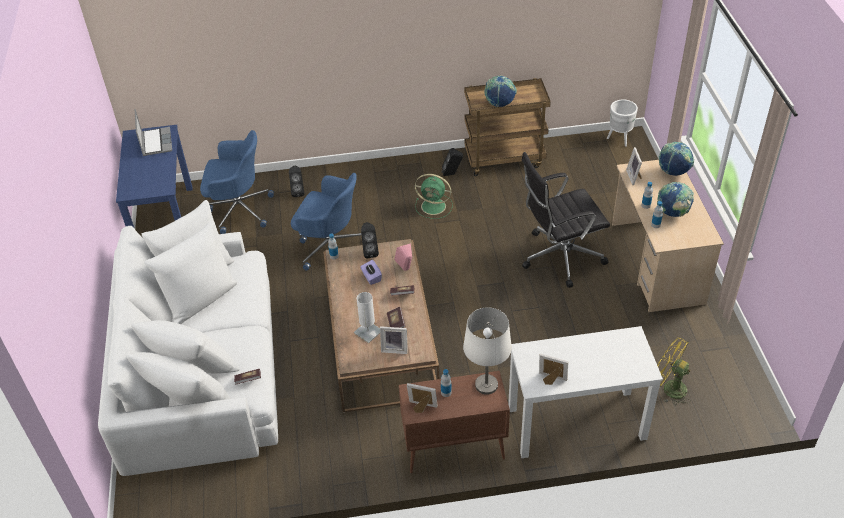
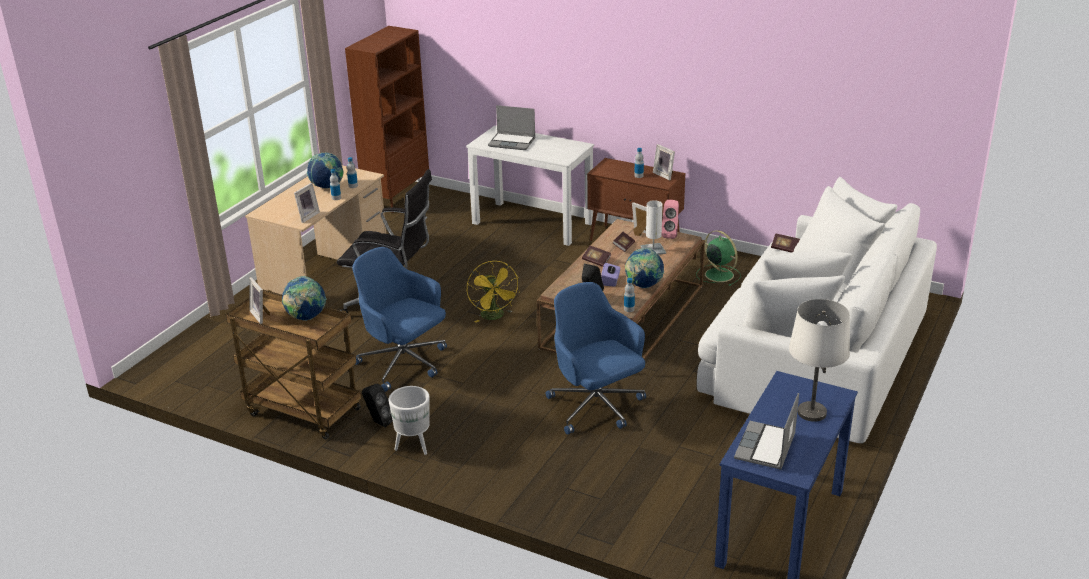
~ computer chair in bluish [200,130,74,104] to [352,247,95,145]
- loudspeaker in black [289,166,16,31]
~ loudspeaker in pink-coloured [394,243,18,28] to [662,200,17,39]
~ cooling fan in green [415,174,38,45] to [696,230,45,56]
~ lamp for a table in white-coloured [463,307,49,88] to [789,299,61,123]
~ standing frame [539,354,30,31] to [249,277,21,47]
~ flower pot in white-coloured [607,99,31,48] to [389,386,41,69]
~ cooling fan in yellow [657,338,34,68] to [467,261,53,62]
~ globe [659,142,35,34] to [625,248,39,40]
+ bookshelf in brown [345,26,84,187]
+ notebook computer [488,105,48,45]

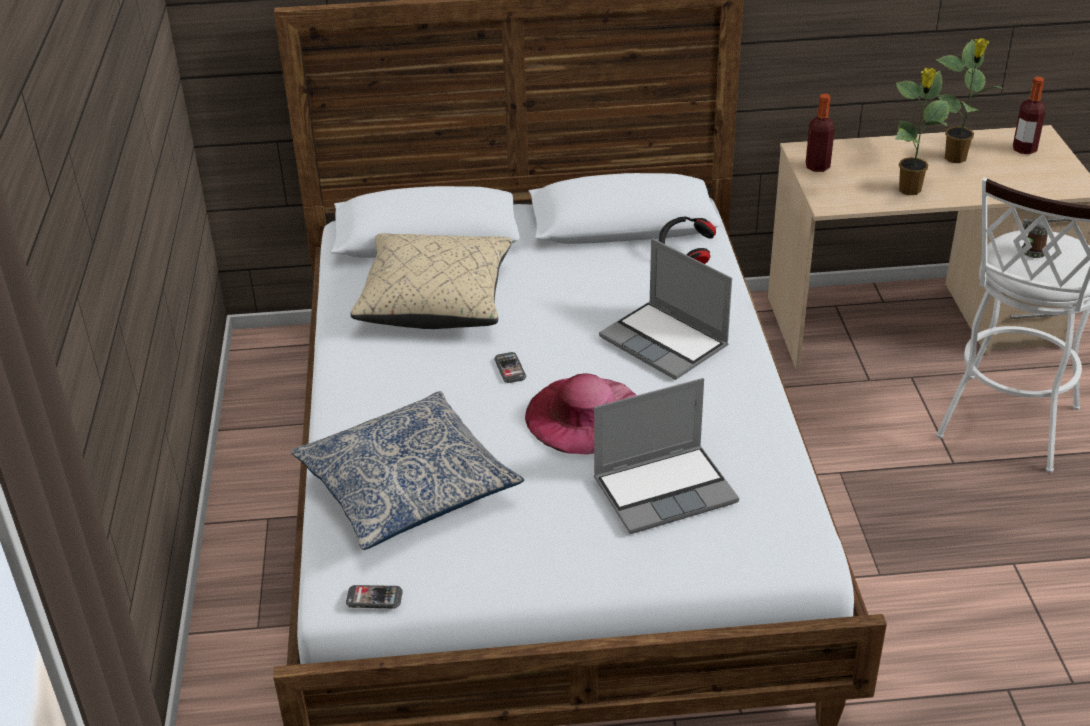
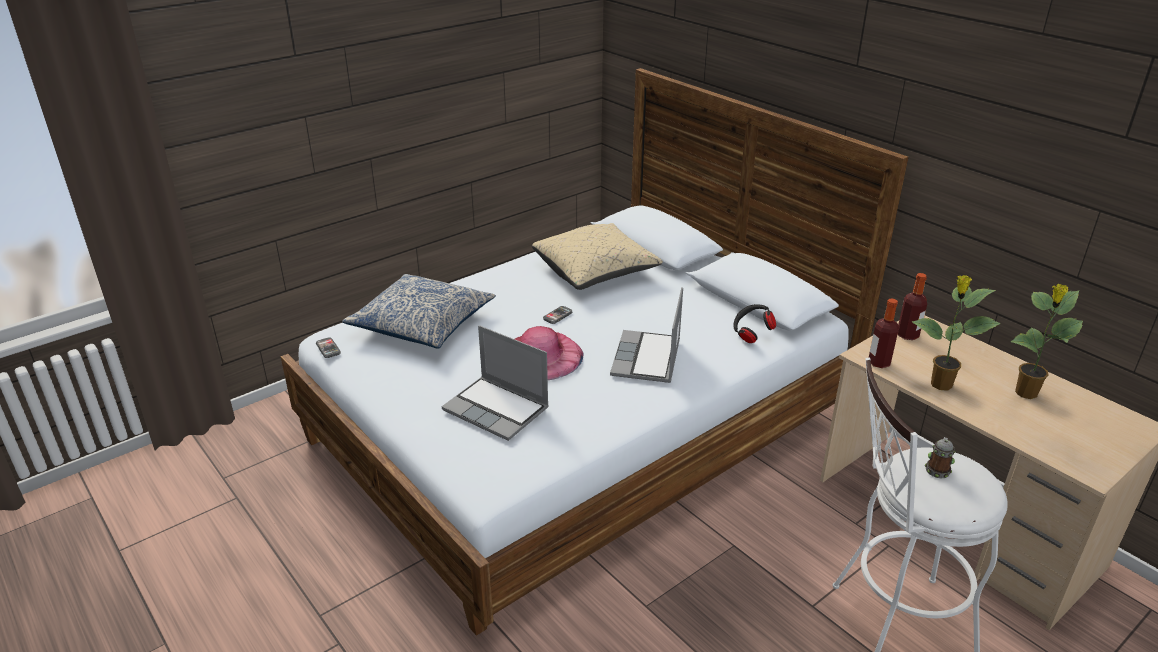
~ beverage bottle [1013,77,32,77] to [869,298,30,70]

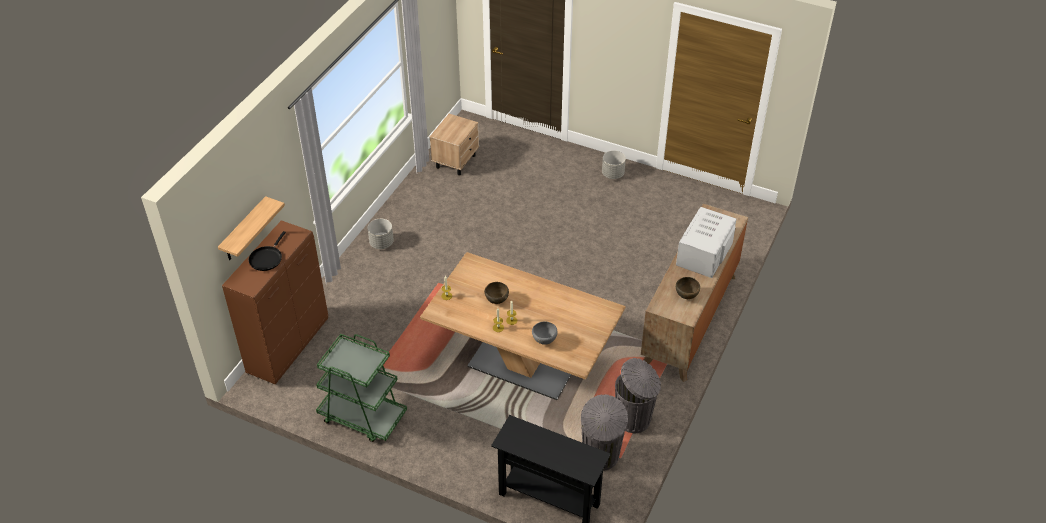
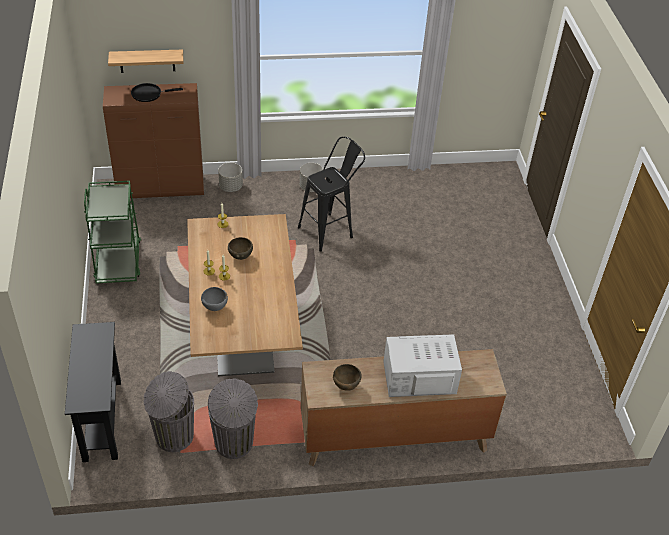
- bedside table in beige-coloured [430,114,49,62]
~ flower pot in greyish [602,150,24,29] to [218,162,25,30]
+ sitting stool in black [298,136,67,116]

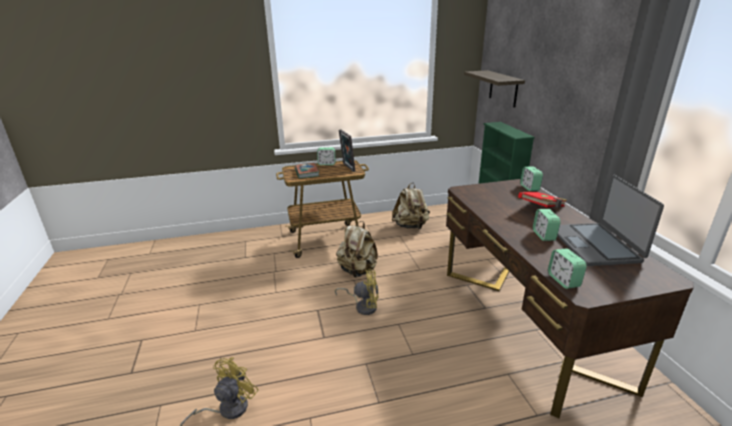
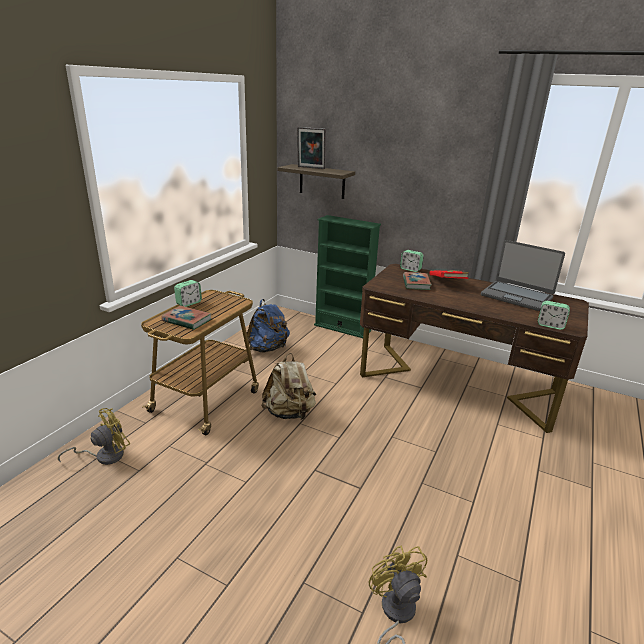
~ cooling fan in yellow [335,269,43,46] to [58,408,72,57]
~ standing frame [339,129,16,43] to [297,127,29,42]
~ rucksack in beige-coloured [391,183,39,46] to rucksack in bluish [244,299,46,54]
- alarm clock [533,209,28,32]
+ bound book [403,272,29,18]

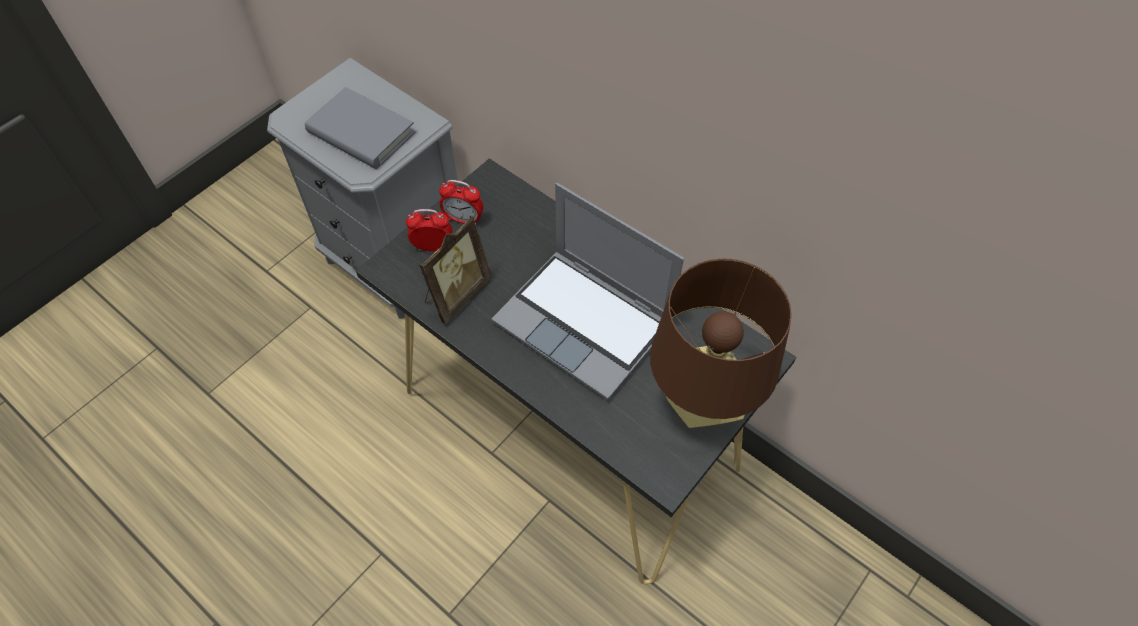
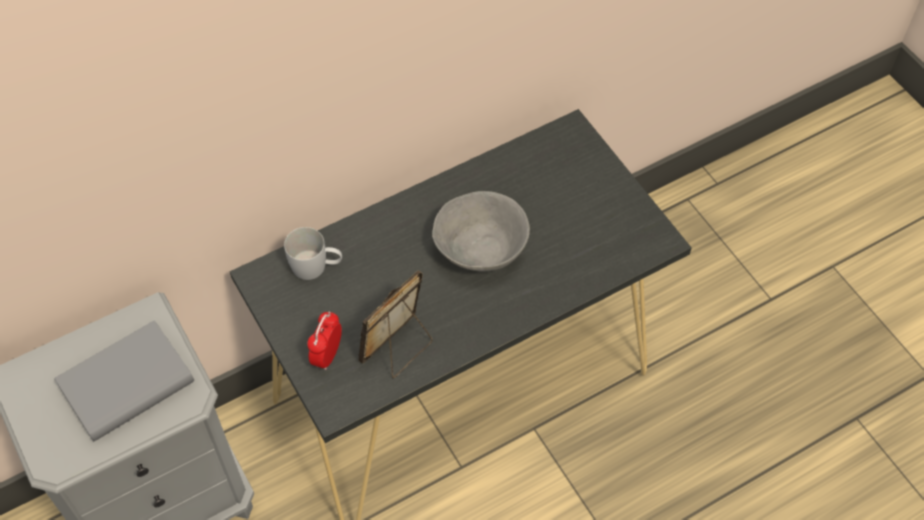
~ standing frame [419,216,73,109] = [359,270,73,108] 105 degrees counterclockwise
- alarm clock [439,180,44,45]
~ notebook computer [491,183,193,218] to serving bowl in greyish [432,191,98,81]
- lamp for a table in brown [650,258,142,170]
+ coffee mug in white-coloured [284,227,58,53]

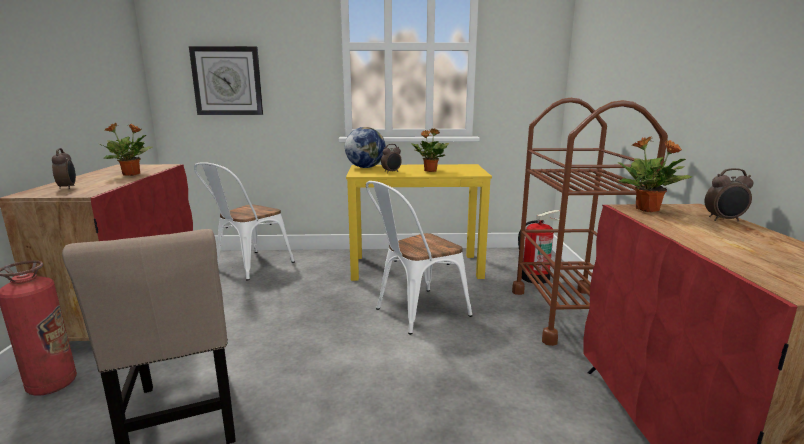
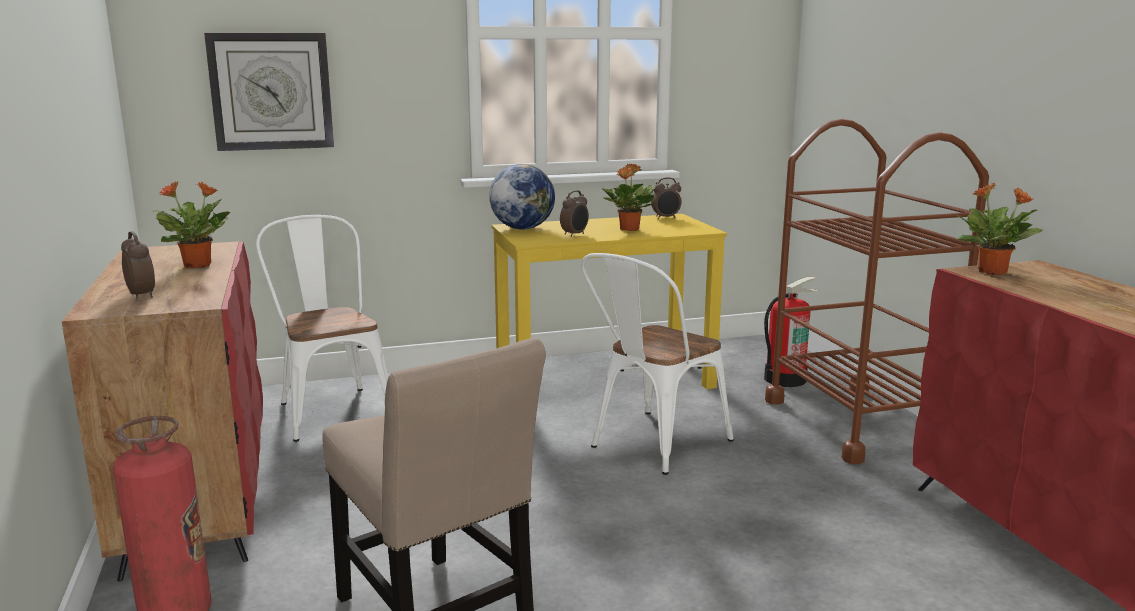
~ upright chair in white-coloured [194,162,101,119] = [256,215,132,227] 135 degrees clockwise
~ alarm clock [705,168,49,53] to [651,177,30,42]

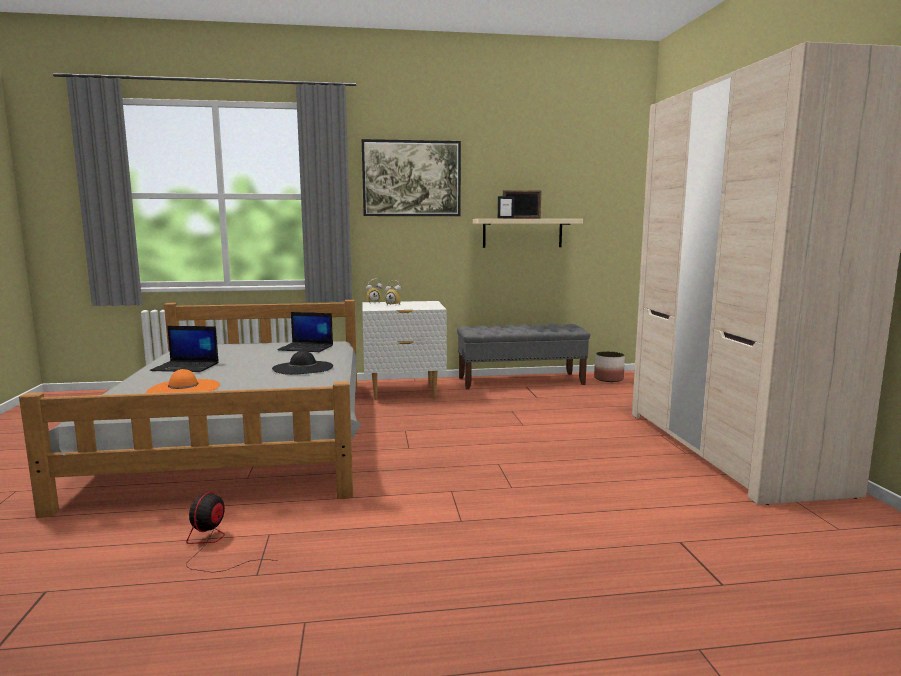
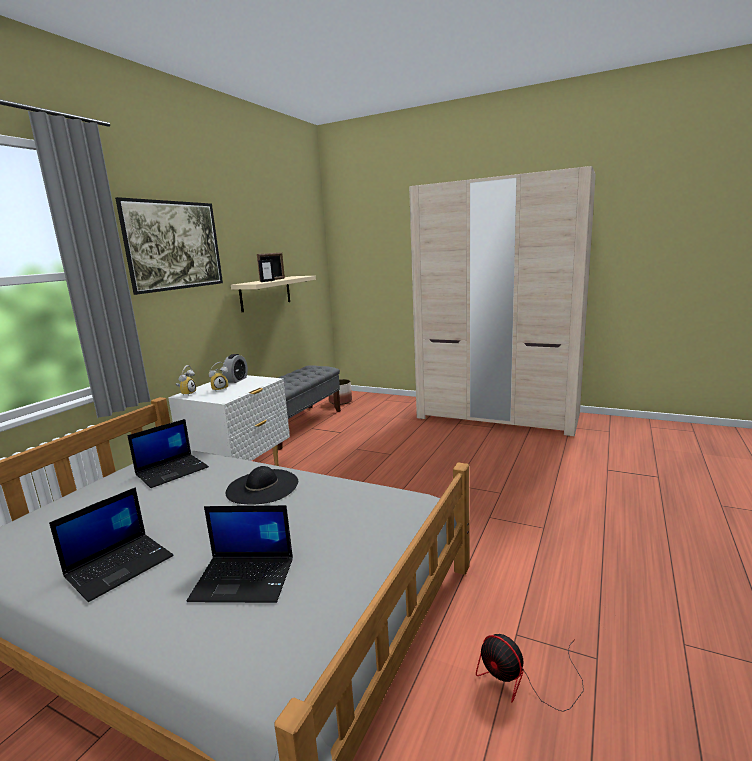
~ hat in orange [146,369,74,24] to notebook computer [187,505,106,98]
+ alarm clock [223,354,25,29]

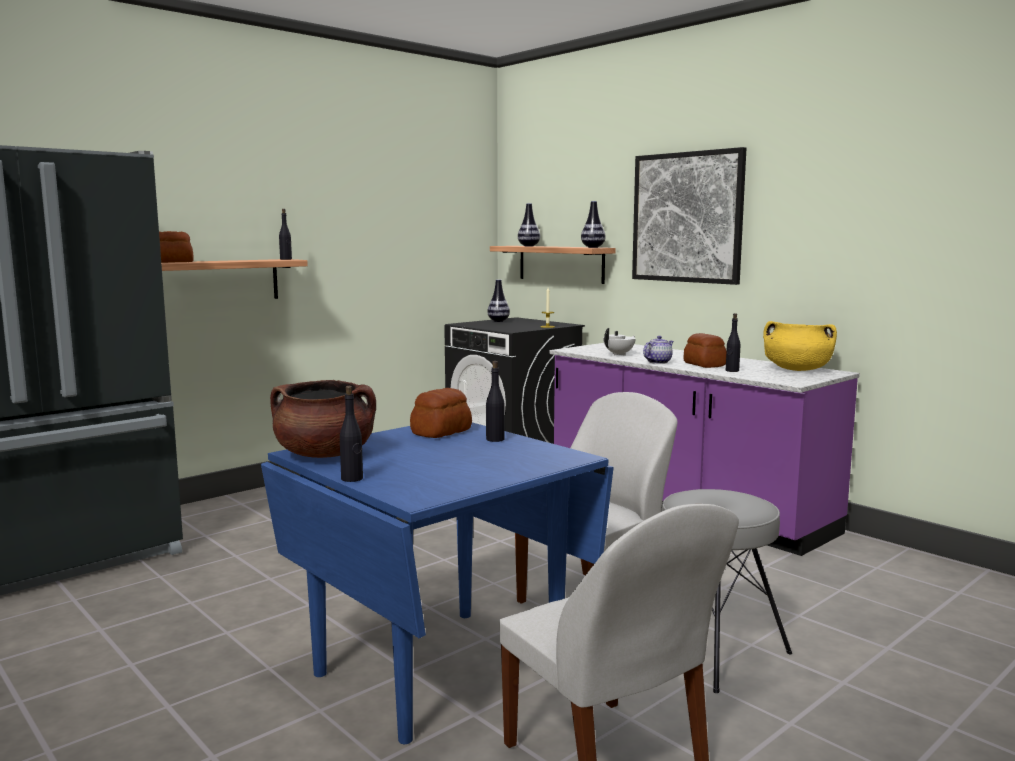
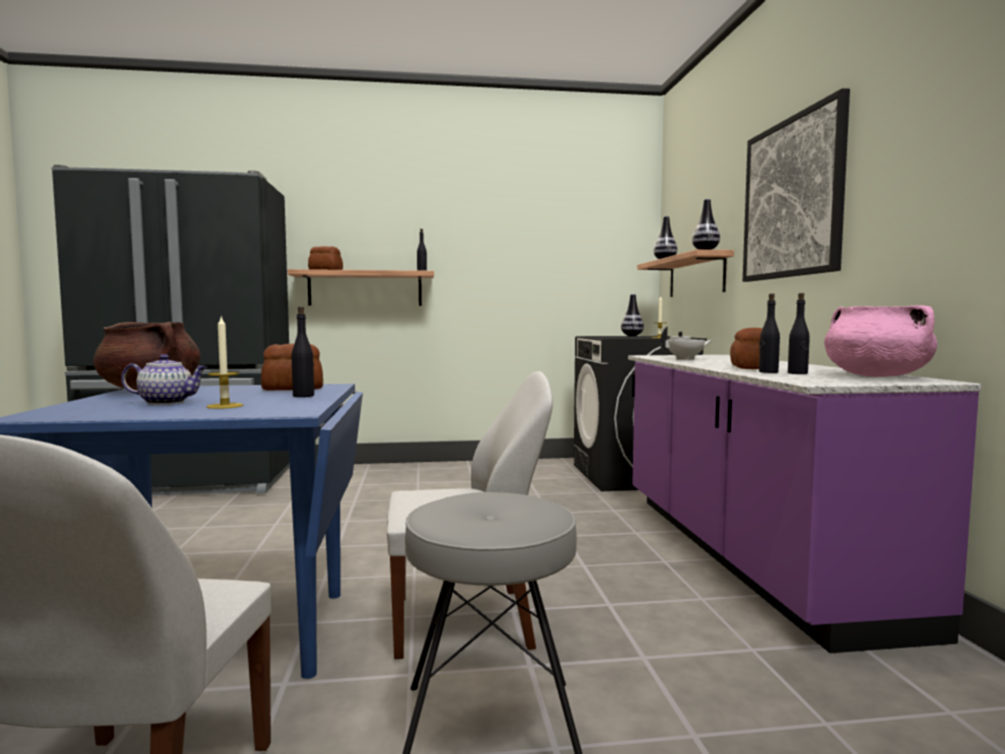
~ beverage bottle in black [340,386,23,96] to [788,293,22,81]
~ tea pot [643,336,31,28] to [121,354,86,51]
~ stockpot in yellow [763,321,74,50] to stockpot in pink-coloured [824,305,113,72]
+ wax light [207,317,36,92]

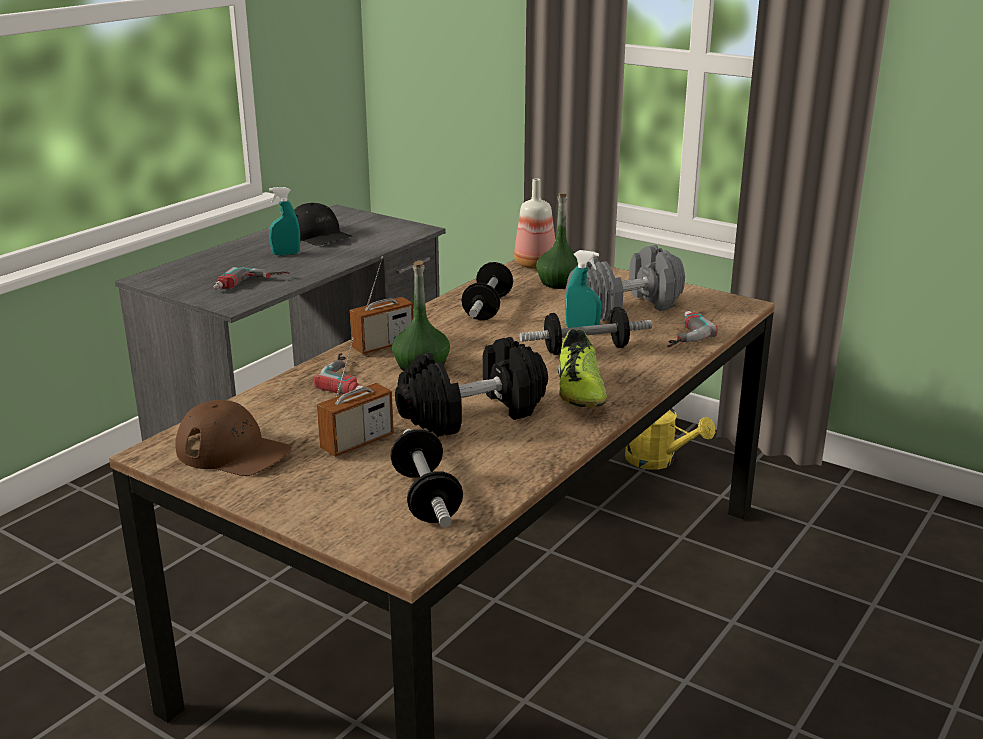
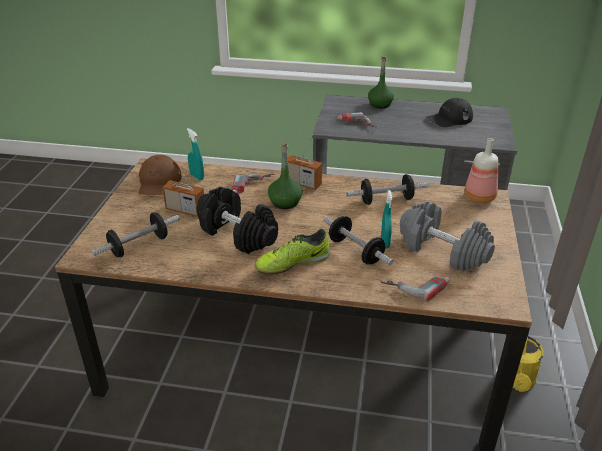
~ sprayer in turquoise-coloured [269,187,31,68] to [187,128,17,52]
~ peaked cap in black [294,203,59,43] = [426,98,47,29] 45 degrees clockwise
~ beverage bottle in green [536,193,42,96] to [368,56,26,52]

